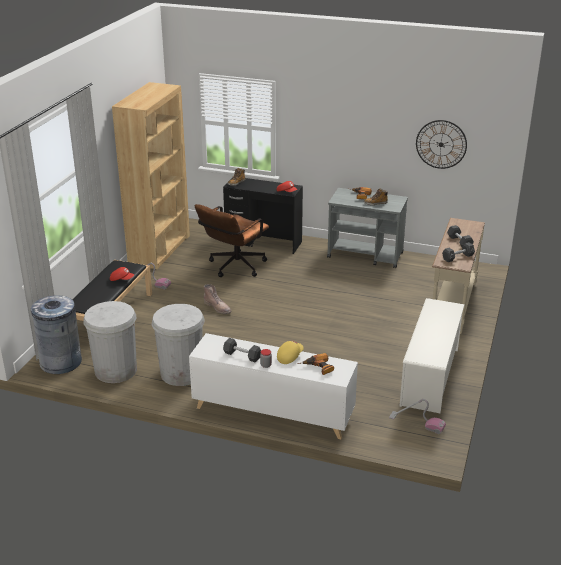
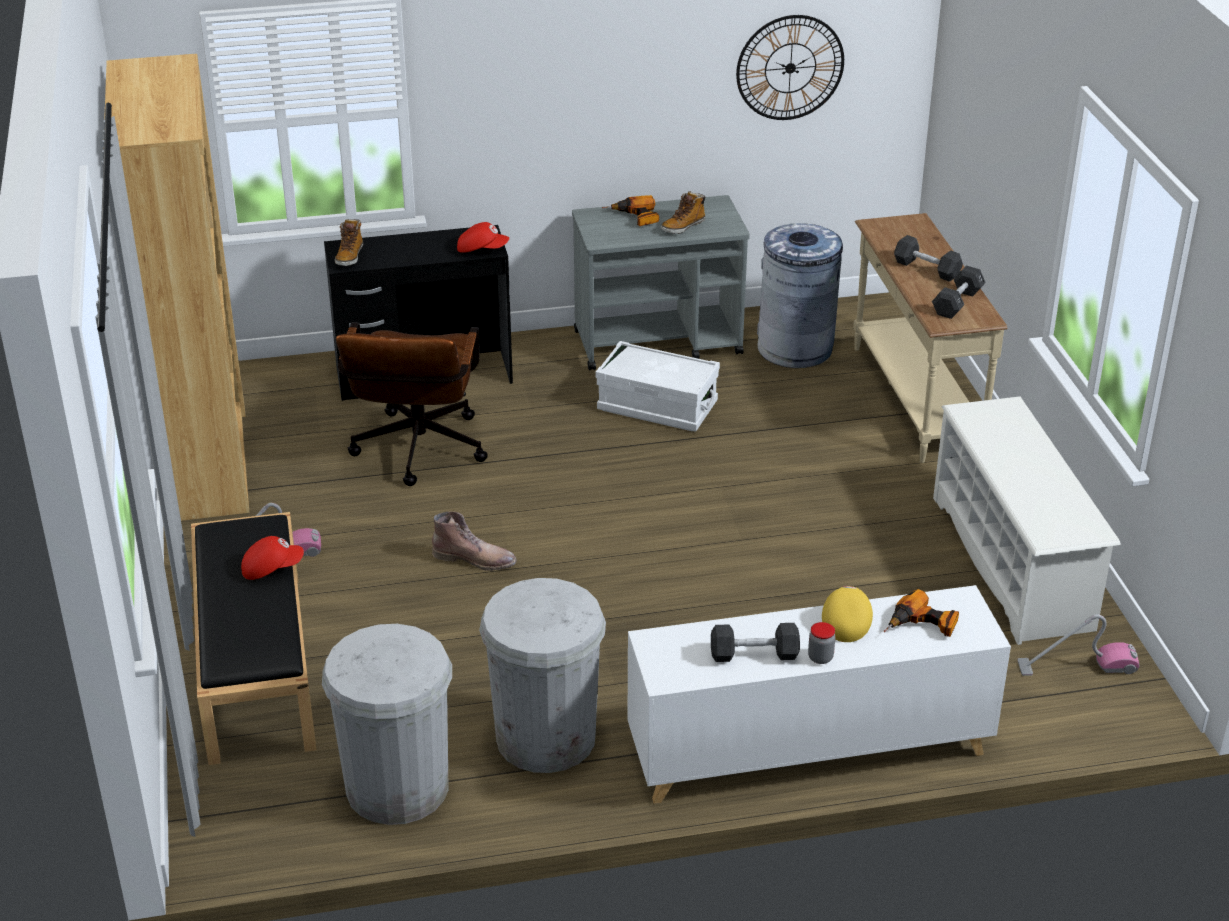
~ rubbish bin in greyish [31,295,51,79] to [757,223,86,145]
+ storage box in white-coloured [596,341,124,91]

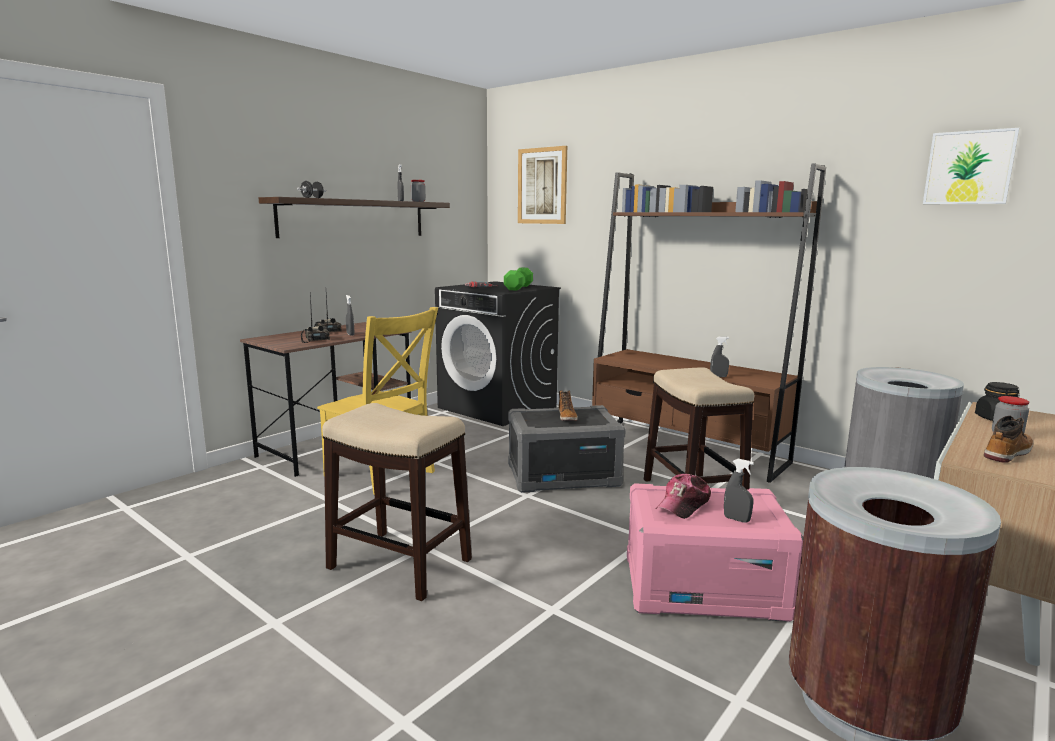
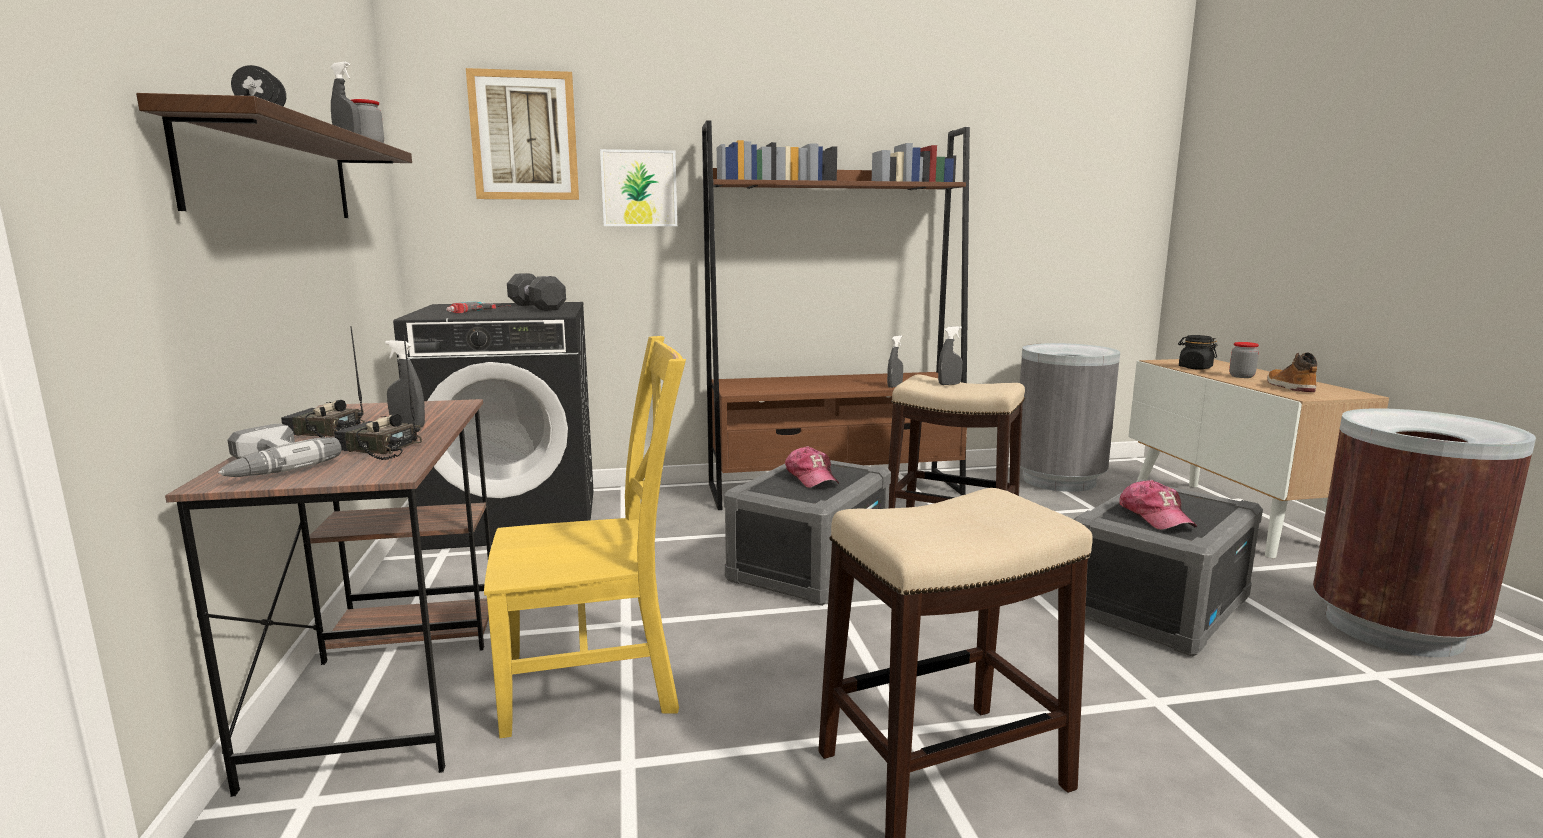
~ hand weight in green [504,268,29,22] to hand weight in black [507,273,59,38]
~ tall boot [559,390,19,31] to peaked cap [785,446,54,42]
~ storage box in pink-coloured [627,483,177,139] to storage box in greyish [1074,479,189,178]
~ sprayer in greyish [724,459,30,64] to [938,326,25,59]
~ wall art [923,128,96,76] to [600,149,77,77]
+ electric drill [218,423,124,54]

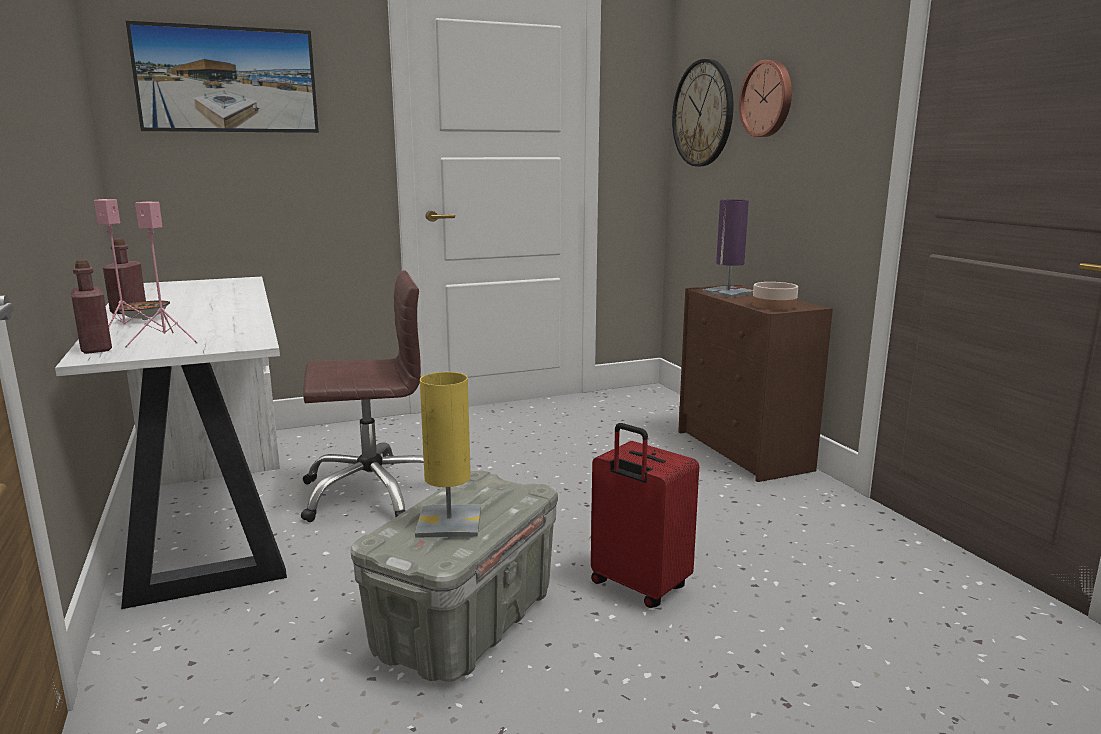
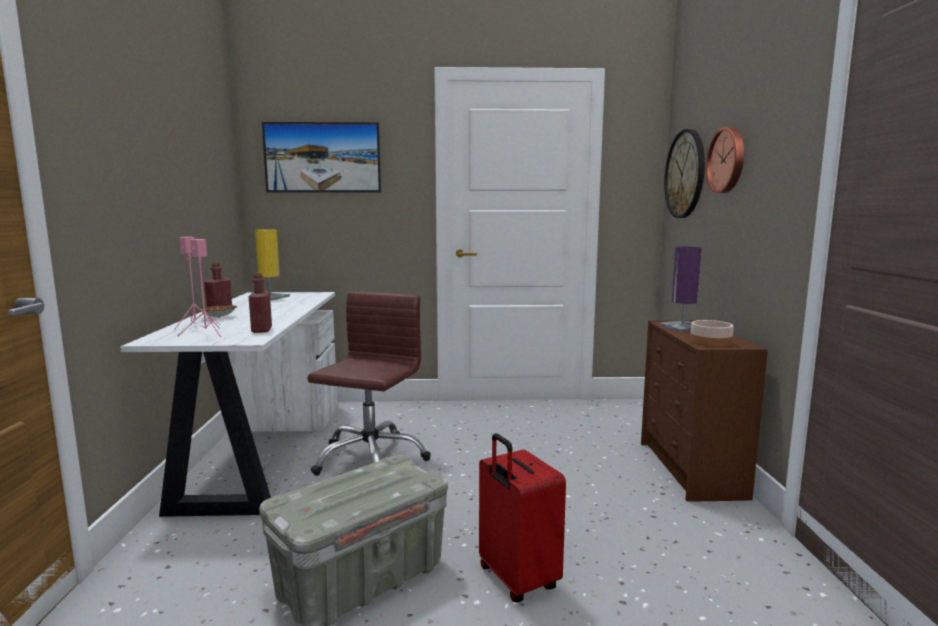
~ beverage bottle in reddish [71,260,41,94] to [249,273,23,60]
~ computer chair in brown [301,270,123,252] = [308,292,123,184] 75 degrees counterclockwise
~ lamp for a table in yellow [415,372,66,166] to [255,229,35,71]

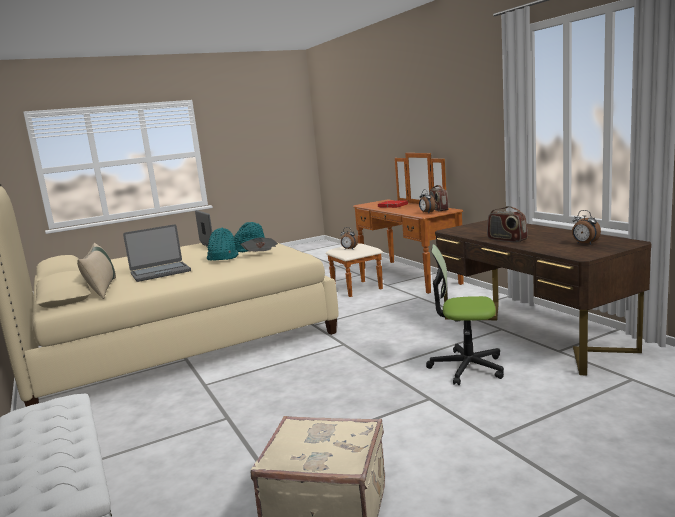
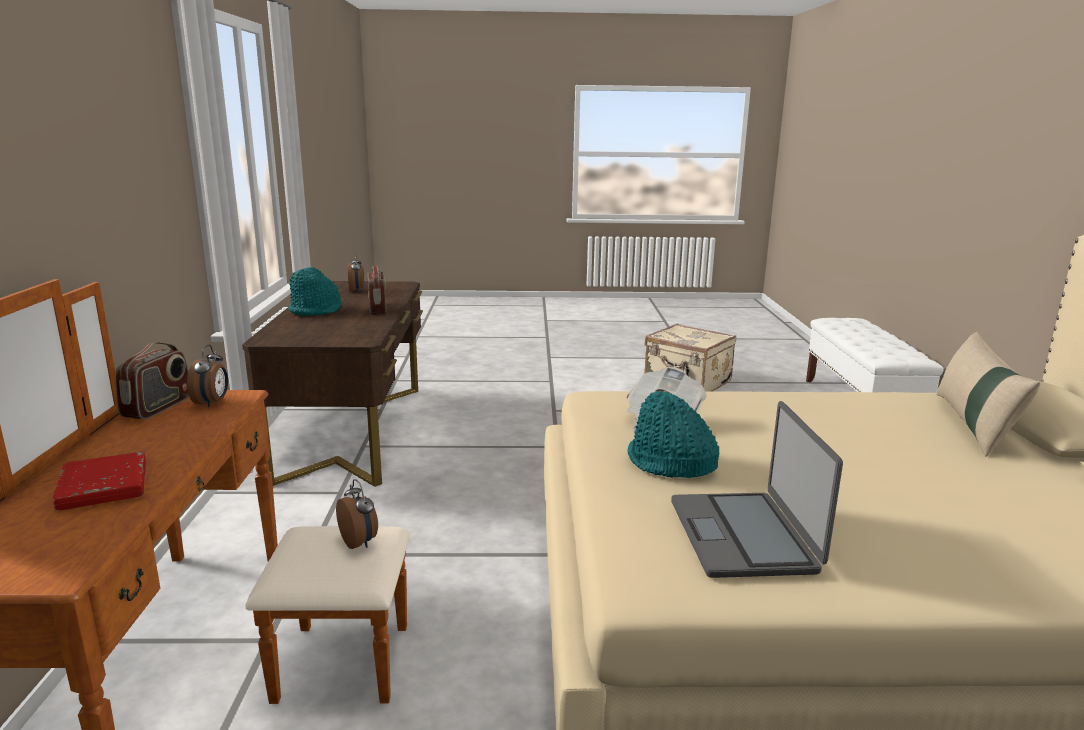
- notebook computer [123,224,68,58]
~ hat in turquoise-coloured [207,228,31,33] to [288,267,54,49]
- computer chair [426,244,78,141]

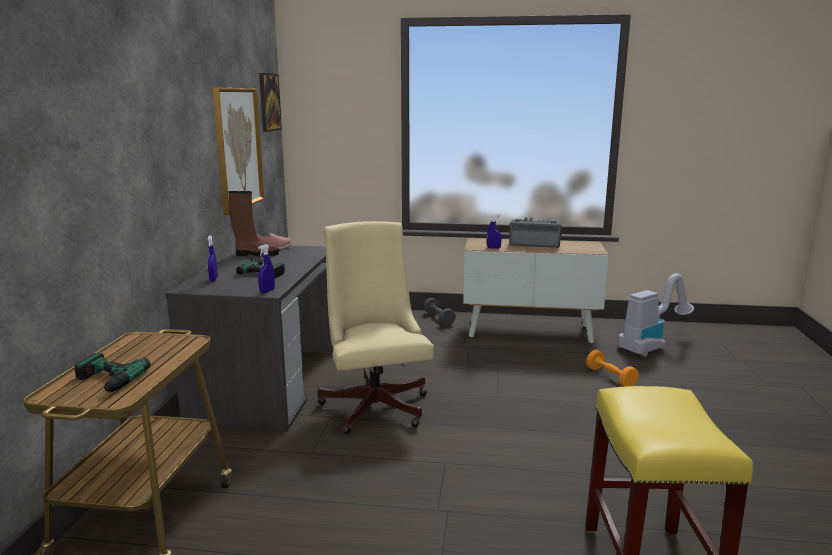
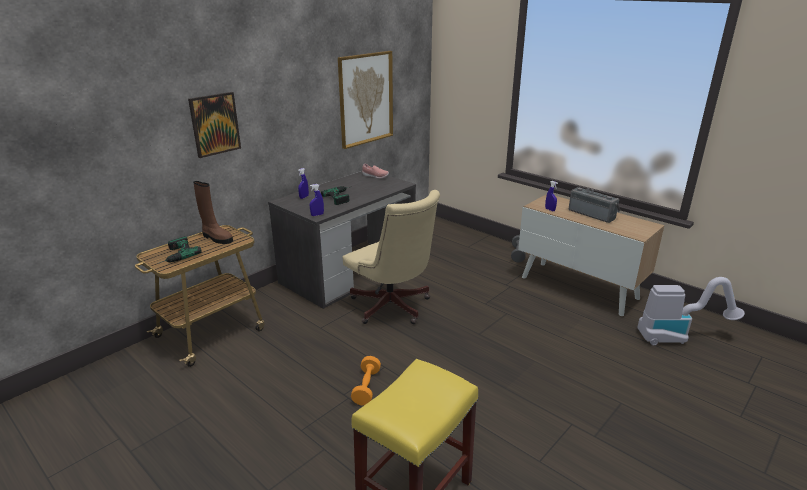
~ tall boot in brown [229,191,50,66] to [193,181,40,63]
~ wall art [259,73,23,59] to [188,92,53,66]
~ computer chair in beige-coloured [317,221,117,213] = [343,190,97,134] 120 degrees clockwise
~ hand weight in orange [586,350,53,37] to [351,356,30,49]

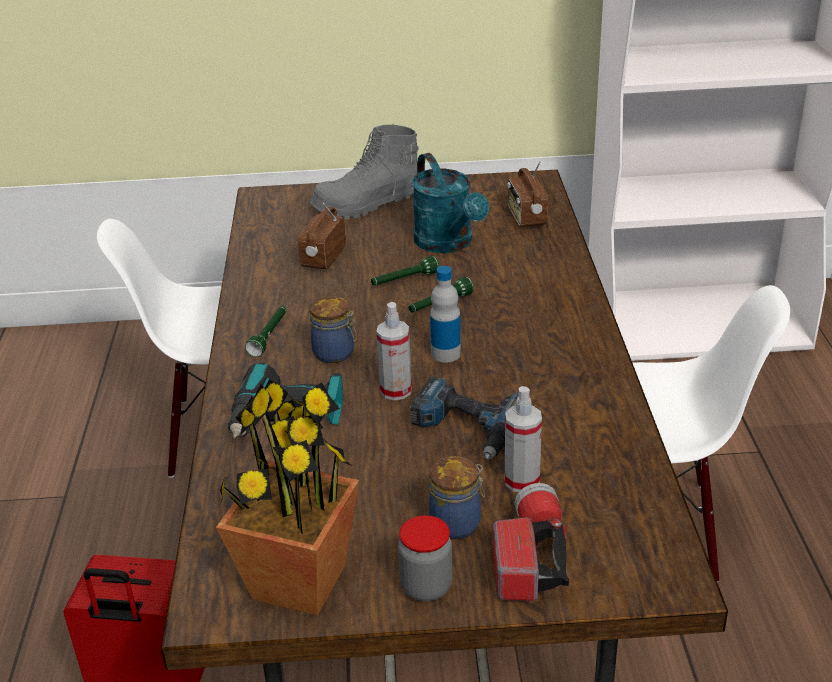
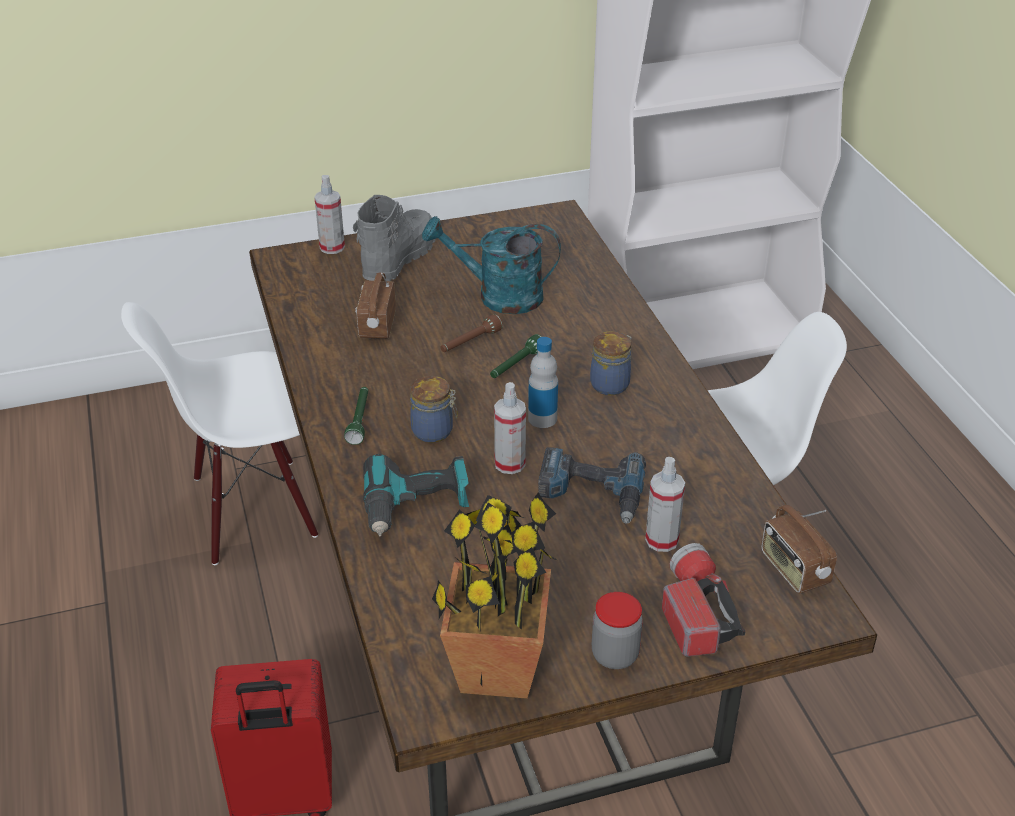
~ tall boot in greyish [310,125,109,94] = [353,195,83,86] 150 degrees clockwise
~ hand torch in green [371,256,68,29] to hand torch in brown [440,314,63,38]
~ sprinkling can in turquoise-coloured [412,153,77,100] = [422,216,139,98] 135 degrees clockwise
~ storage jar [429,456,56,83] to [590,331,42,64]
~ radio receiver [507,161,41,66] to [761,505,76,89]
+ sprayer [314,175,31,79]

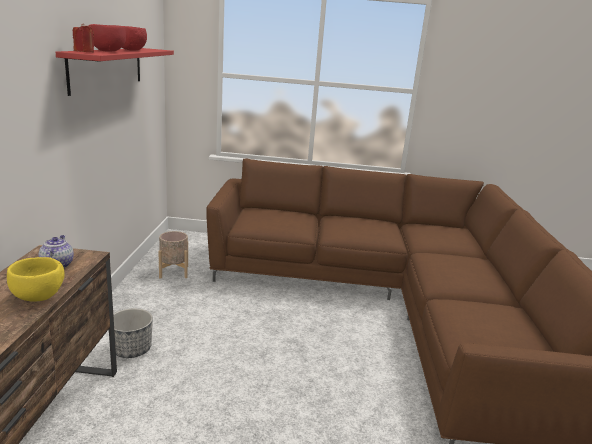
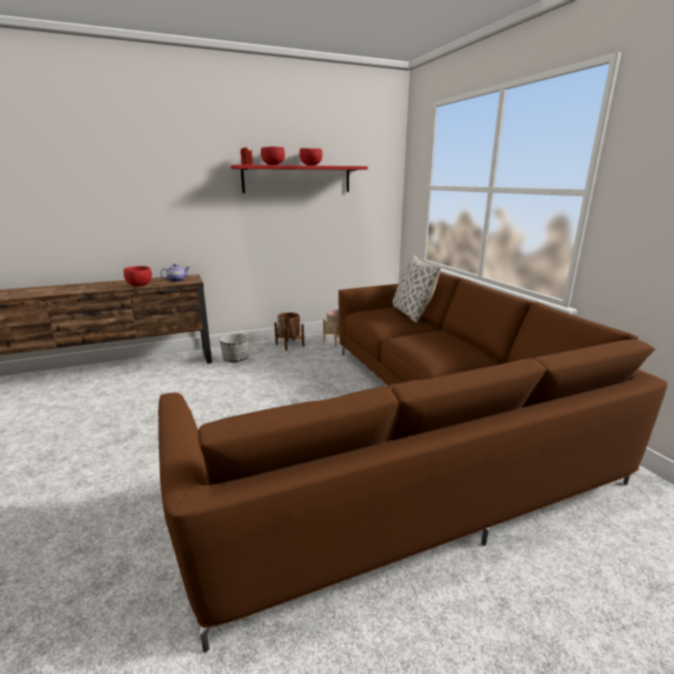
~ serving bowl in yellow [7,257,58,45] to serving bowl in reddish [124,266,28,20]
+ flower pot in brown [274,312,30,39]
+ pillow [393,256,49,67]

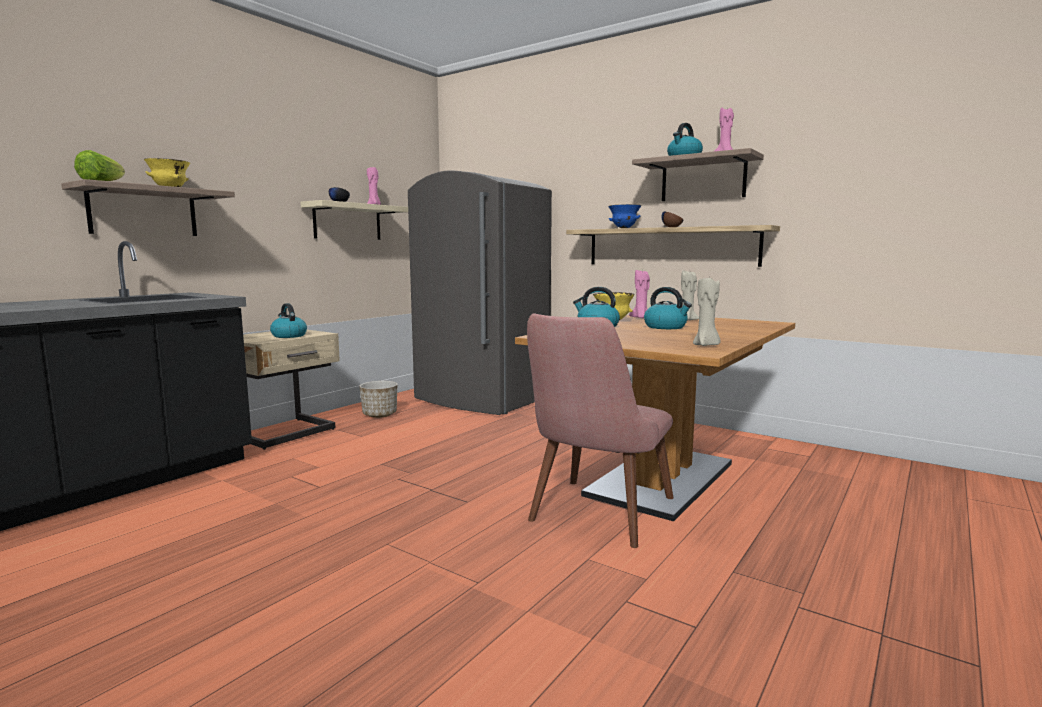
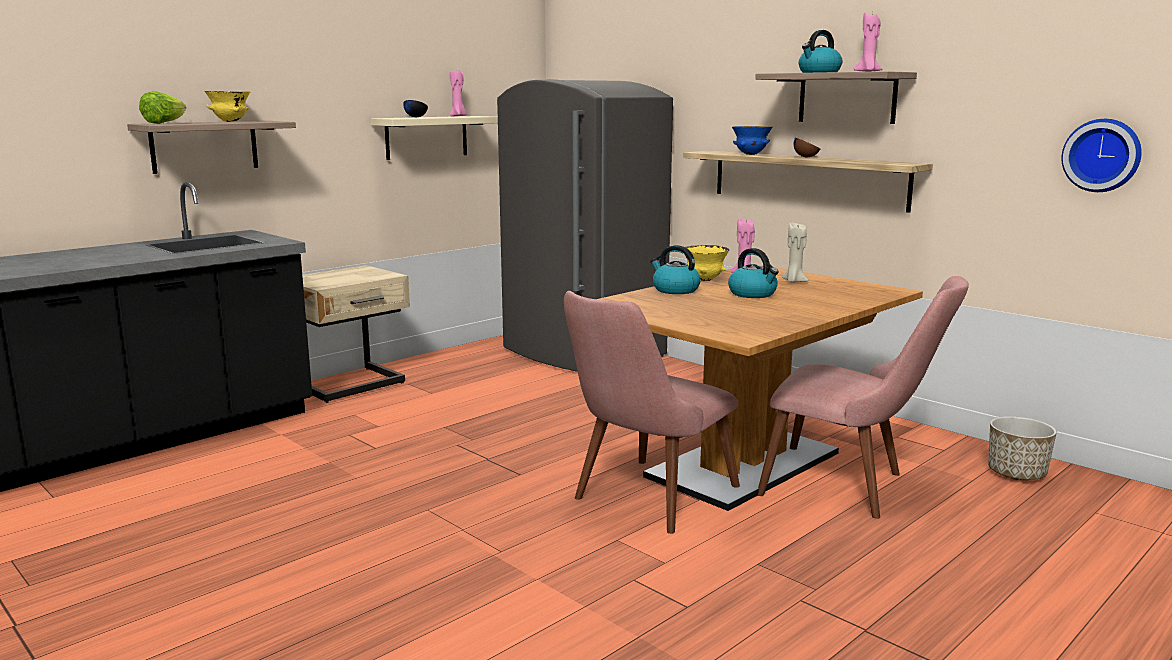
- tea kettle [270,303,37,35]
~ flower pot [359,381,38,37] to [988,416,69,65]
- wax light in beige-coloured [693,278,28,68]
+ upright chair in pink-coloured [758,276,211,243]
+ hanging clock [1061,119,81,73]

